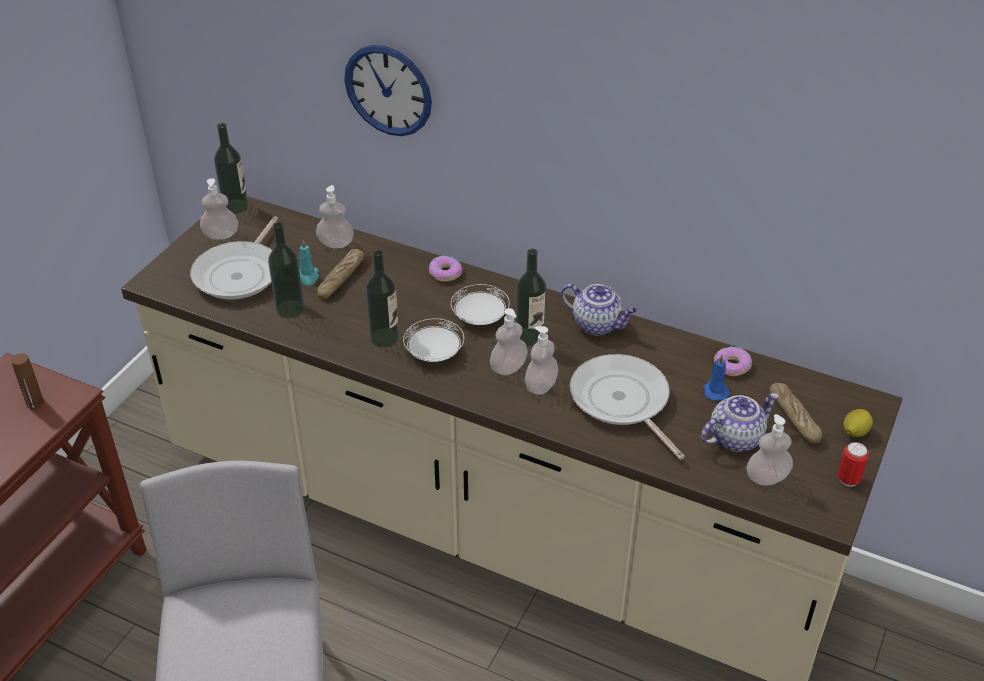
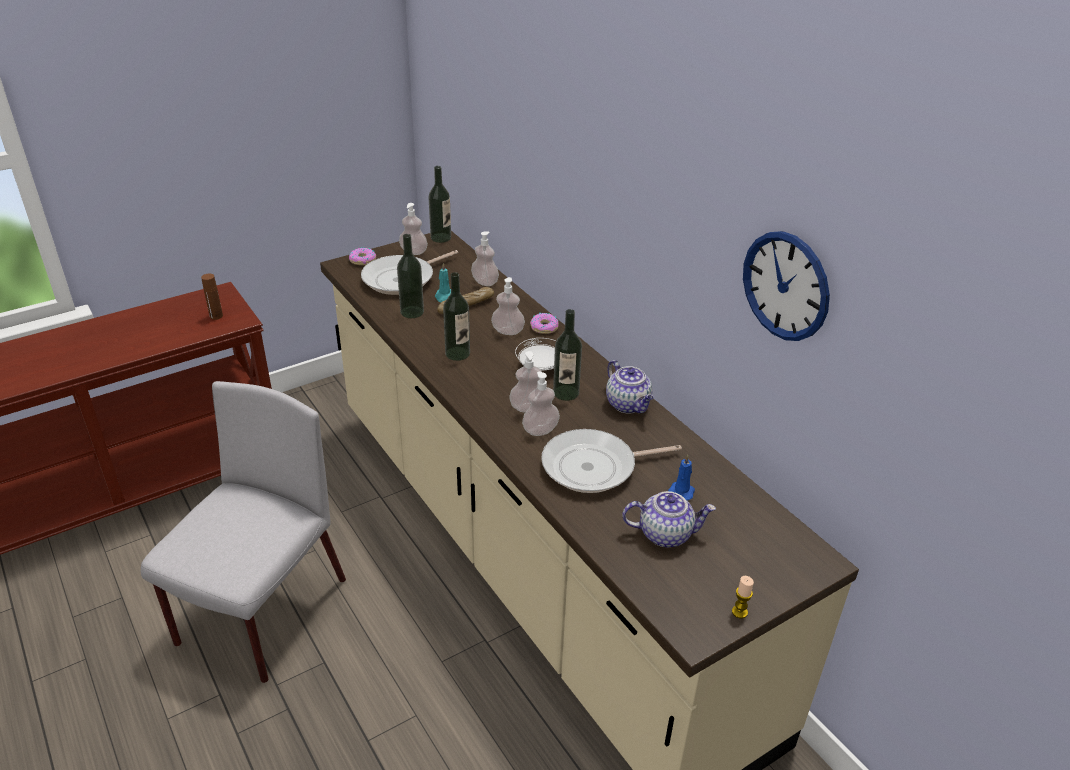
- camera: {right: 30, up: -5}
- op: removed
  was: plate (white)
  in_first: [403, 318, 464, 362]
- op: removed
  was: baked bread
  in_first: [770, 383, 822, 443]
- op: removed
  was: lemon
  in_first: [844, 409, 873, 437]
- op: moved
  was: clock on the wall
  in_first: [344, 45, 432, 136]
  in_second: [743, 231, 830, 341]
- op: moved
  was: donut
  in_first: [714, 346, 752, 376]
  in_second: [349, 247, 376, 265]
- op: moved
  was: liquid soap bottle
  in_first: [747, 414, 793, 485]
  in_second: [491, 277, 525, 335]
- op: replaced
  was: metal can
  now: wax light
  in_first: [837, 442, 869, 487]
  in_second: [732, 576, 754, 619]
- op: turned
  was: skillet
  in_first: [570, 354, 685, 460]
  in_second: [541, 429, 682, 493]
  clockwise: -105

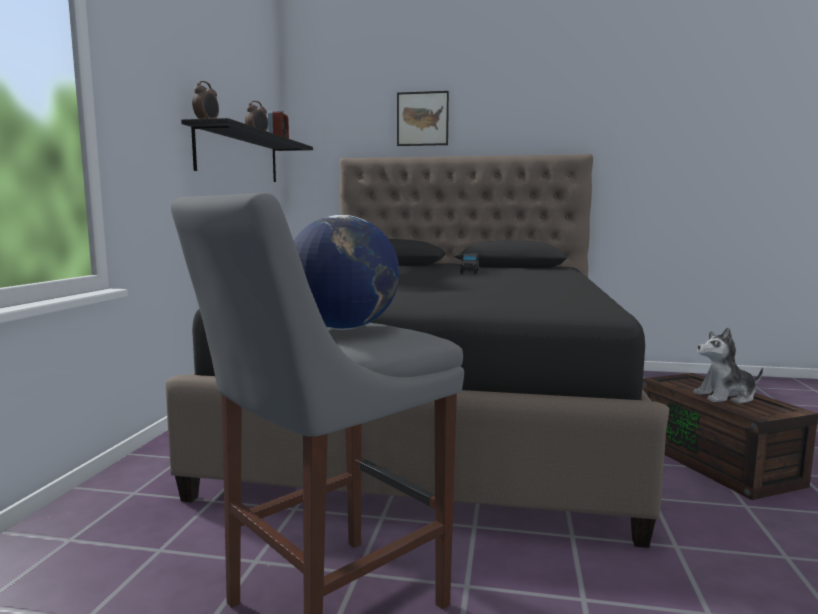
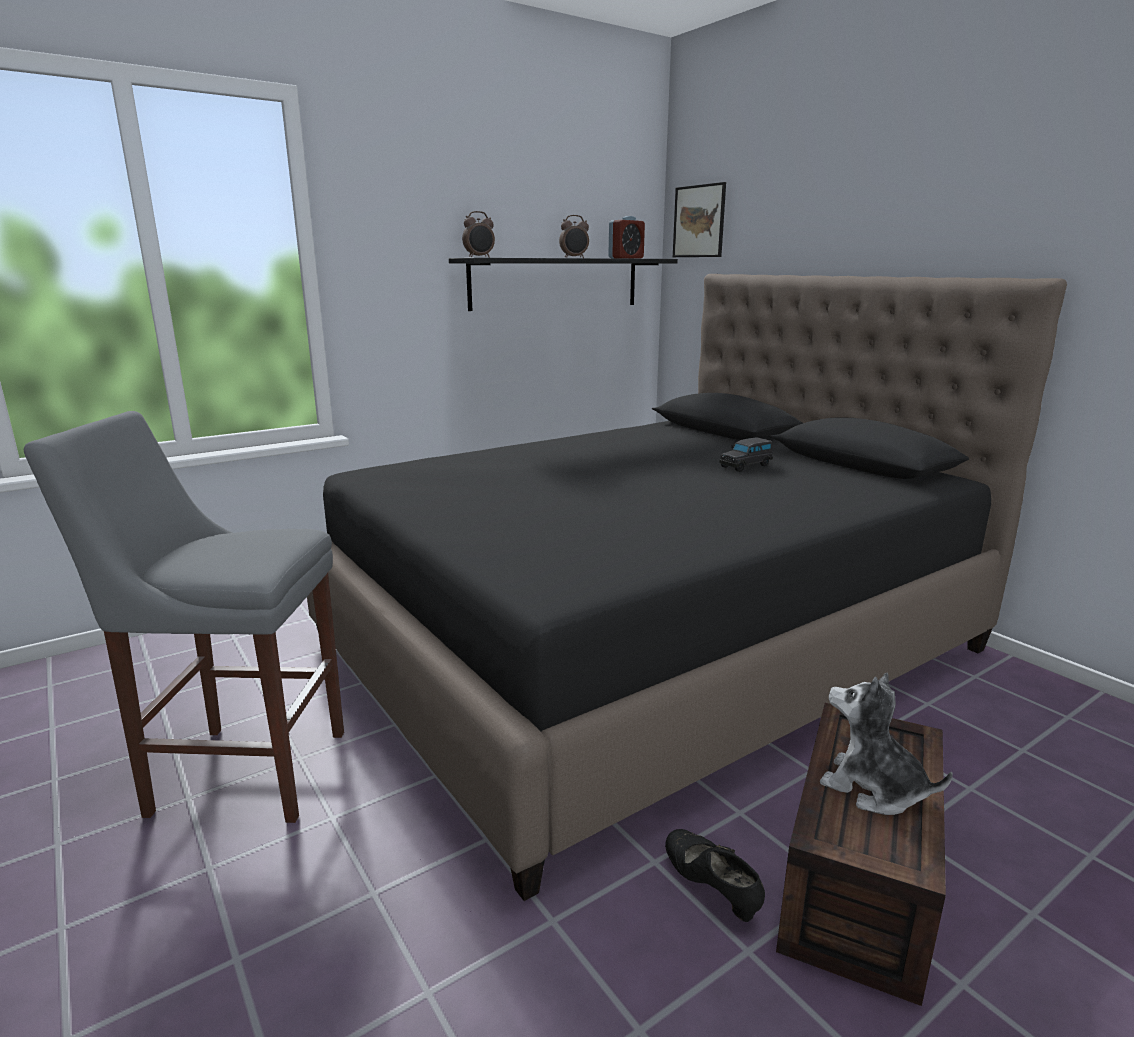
- camera: {right: 45, up: 10}
- op: removed
  was: world globe
  in_first: [294, 215, 399, 330]
- op: added
  now: low shoe (blackish)
  in_second: [665, 829, 765, 922]
- op: moved
  was: picture
  in_first: [397, 91, 449, 146]
  in_second: [673, 182, 726, 257]

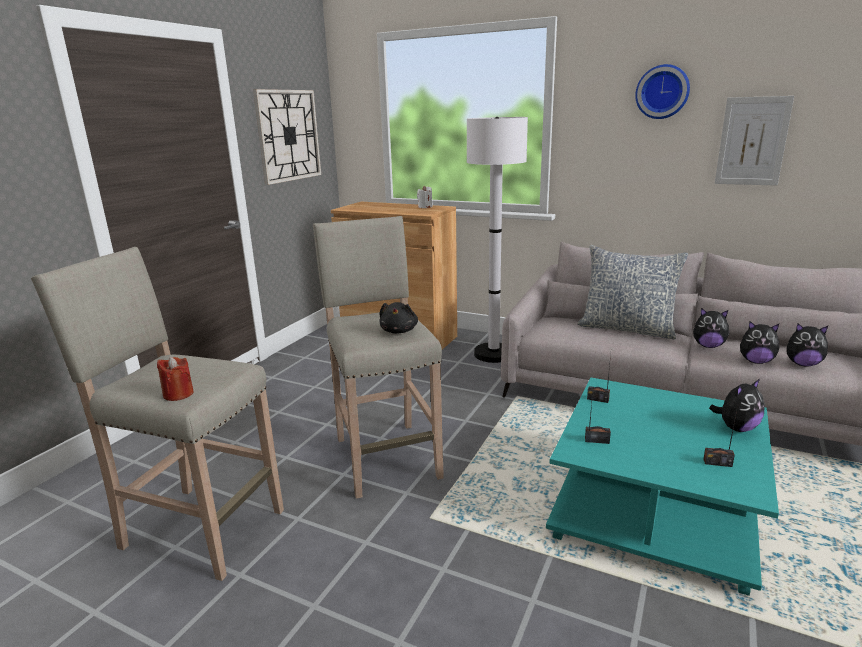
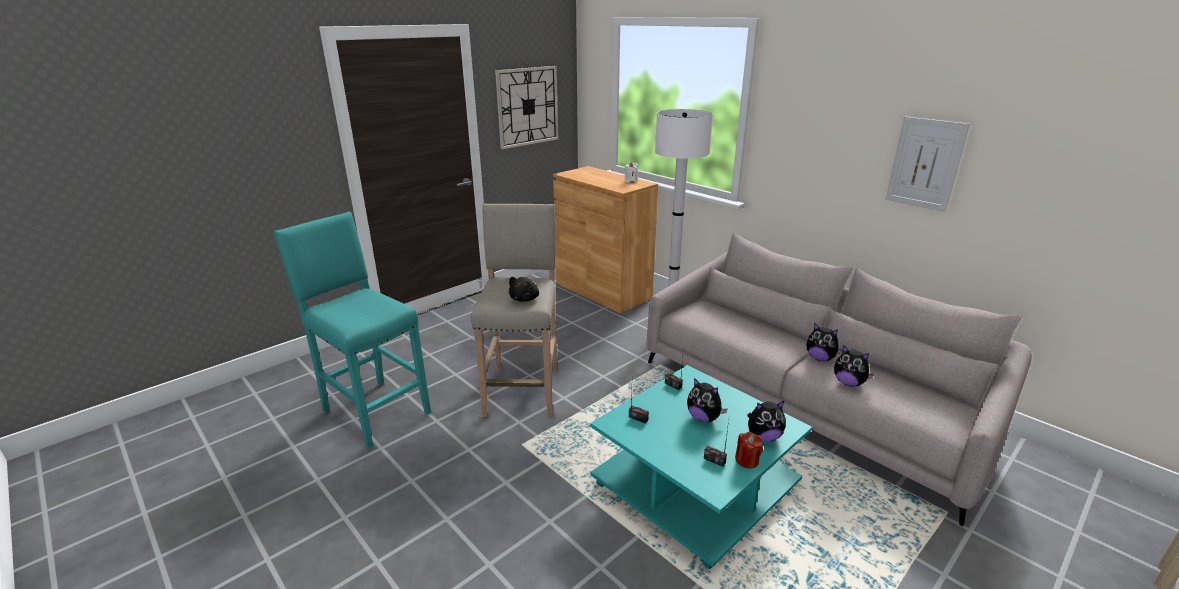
- camera: {right: 20, up: 5}
- op: removed
  was: pillow
  in_first: [577, 245, 688, 339]
- op: removed
  was: clock on the wall
  in_first: [635, 64, 690, 119]
- op: moved
  was: wax light (red-coloured)
  in_first: [157, 357, 194, 401]
  in_second: [735, 432, 763, 469]
- op: moved
  was: plush toy
  in_first: [787, 324, 828, 367]
  in_second: [687, 378, 728, 422]
- op: recoloured
  was: sitting stool (beige-coloured)
  now: sitting stool (turquoise)
  in_first: [31, 247, 284, 581]
  in_second: [273, 212, 431, 449]

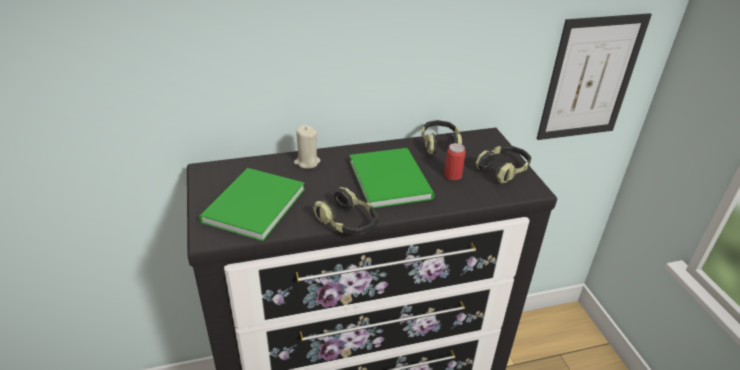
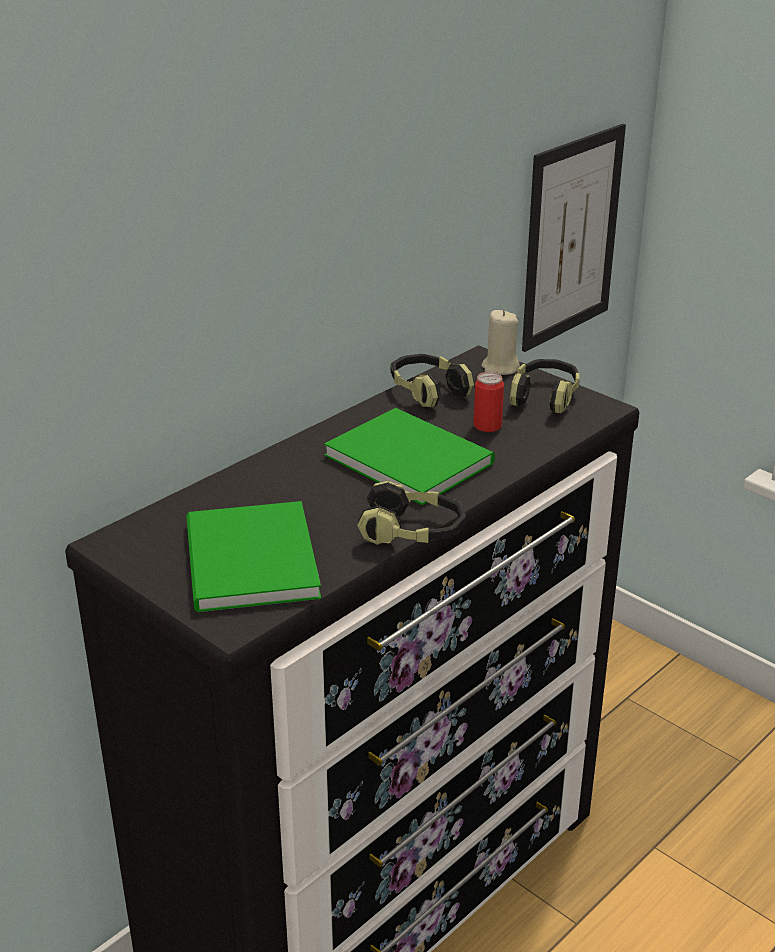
- camera: {right: -30, up: -5}
- op: moved
  was: wax light (beige-coloured)
  in_first: [294, 125, 320, 169]
  in_second: [482, 310, 520, 375]

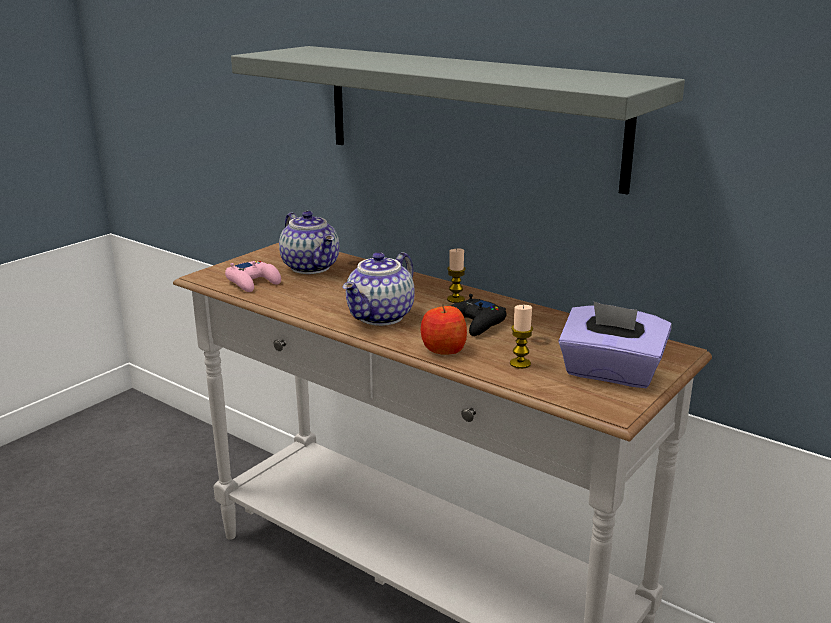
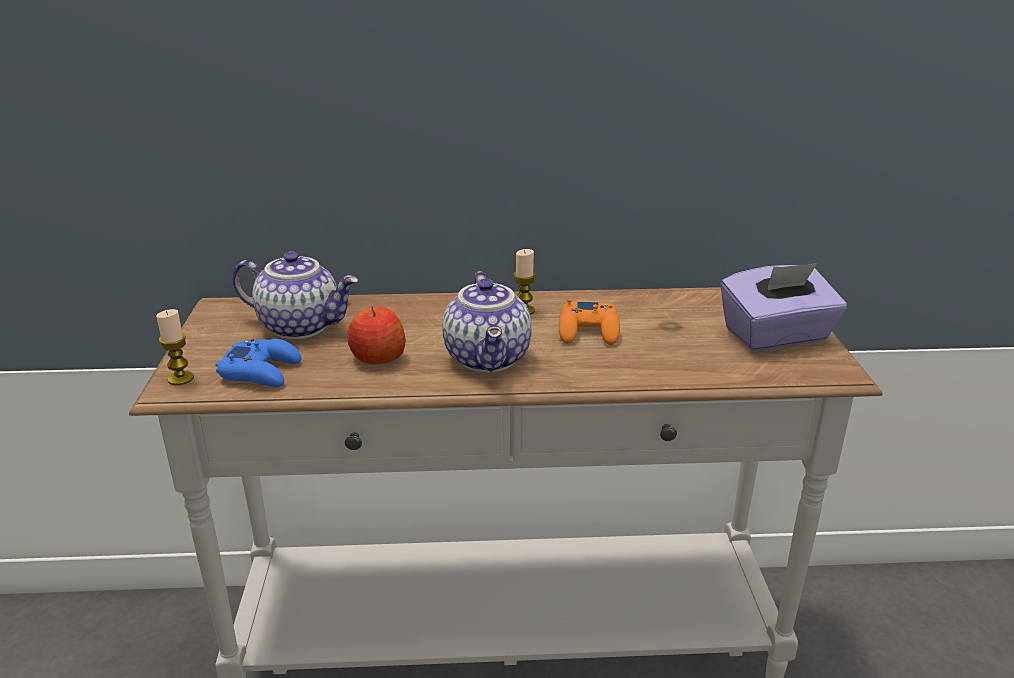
- camera: {right: -40, up: 5}
- op: removed
  was: wall shelf (gray)
  in_first: [231, 46, 685, 195]
- op: moved
  was: apple
  in_first: [421, 304, 467, 355]
  in_second: [347, 306, 406, 365]
- op: moved
  was: wax light
  in_first: [510, 305, 533, 369]
  in_second: [156, 309, 194, 385]
- op: recoloured
  was: game controller (pinkish)
  now: game controller (bluish)
  in_first: [225, 261, 281, 292]
  in_second: [215, 339, 301, 387]
- op: recoloured
  was: game controller (blackish)
  now: game controller (orange)
  in_first: [451, 294, 506, 336]
  in_second: [559, 298, 620, 345]

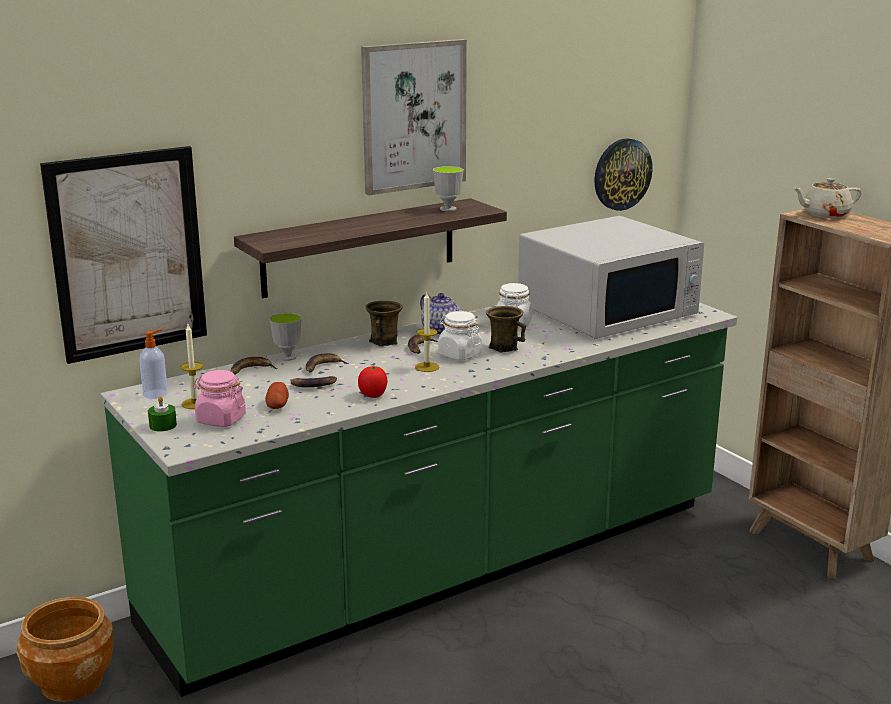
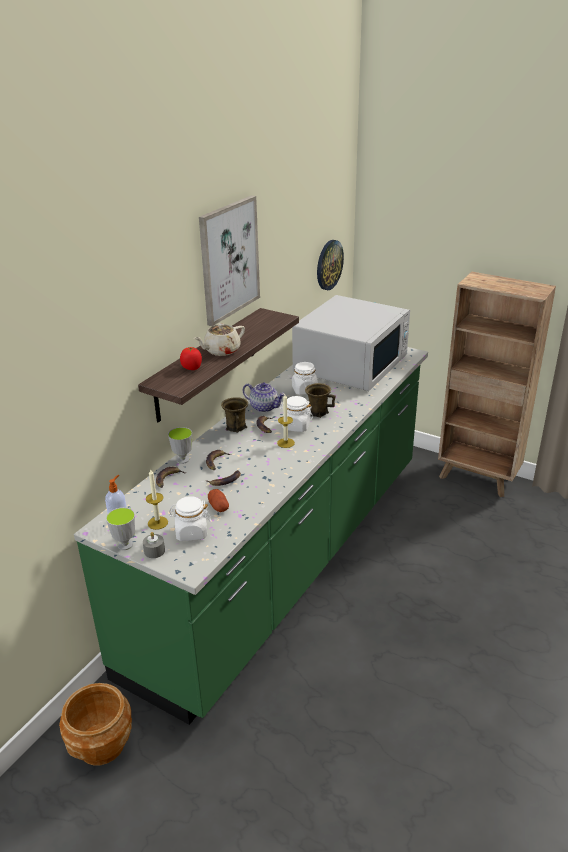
- camera: {right: -25, up: 10}
- op: removed
  was: picture
  in_first: [40, 146, 207, 364]
- op: moved
  was: whole tomato
  in_first: [358, 366, 388, 398]
  in_second: [180, 347, 202, 370]
- op: moved
  was: small cup
  in_first: [433, 166, 464, 211]
  in_second: [106, 507, 135, 550]
- op: moved
  was: tea pot (beige-coloured)
  in_first: [793, 178, 862, 218]
  in_second: [194, 323, 245, 356]
- op: recoloured
  was: wax light (green-coloured)
  now: wax light (gray)
  in_first: [148, 396, 177, 432]
  in_second: [143, 532, 165, 558]
- op: recoloured
  was: preserve jar (pinkish)
  now: preserve jar (white)
  in_first: [193, 370, 246, 427]
  in_second: [169, 496, 211, 541]

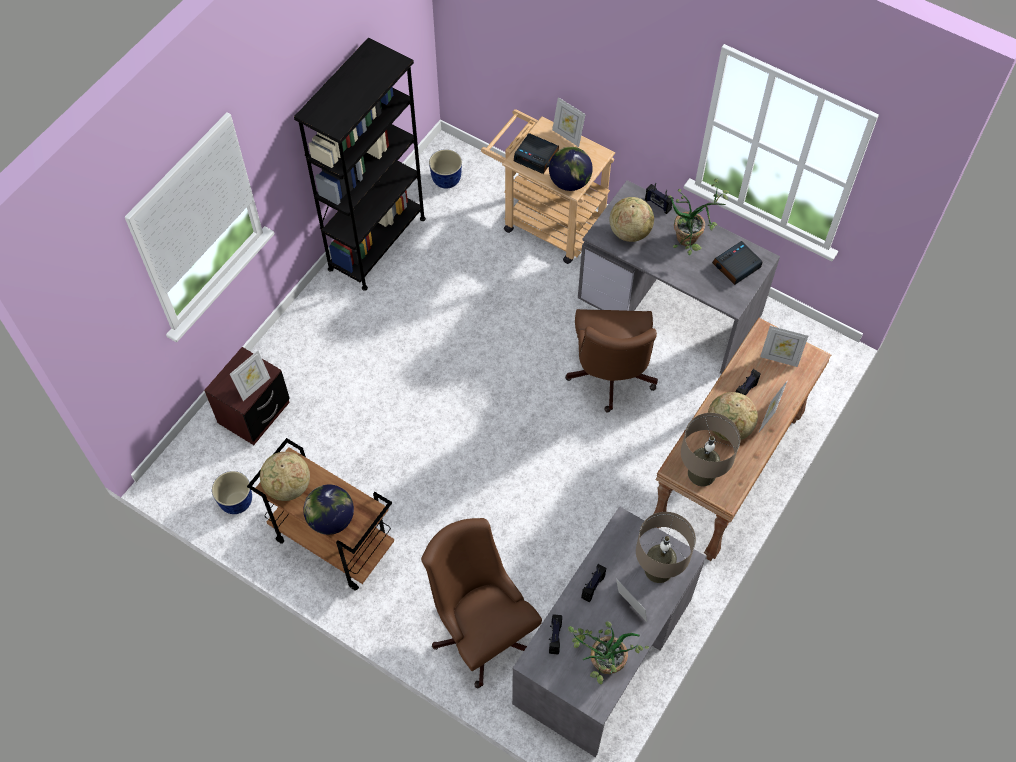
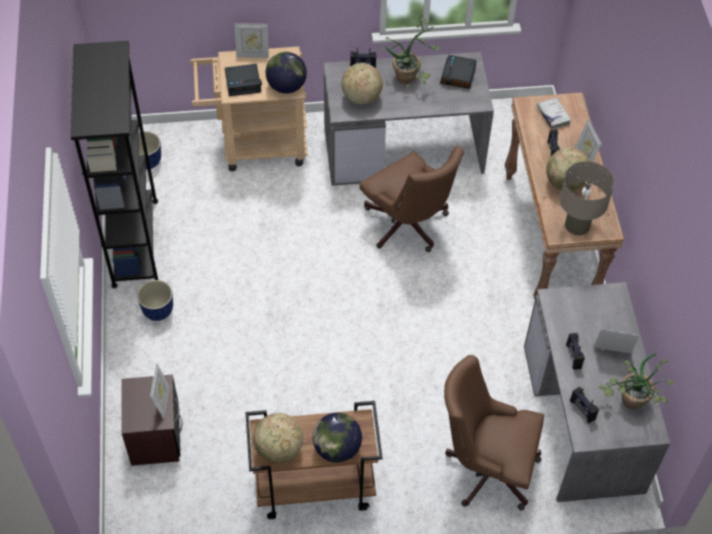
- camera: {right: -40, up: -5}
- op: removed
  was: tabletop lamp (beige-coloured)
  in_first: [636, 512, 696, 583]
- op: moved
  was: flower pot
  in_first: [212, 471, 252, 514]
  in_second: [137, 280, 173, 321]
- op: replaced
  was: standing frame
  now: bound book (white)
  in_first: [760, 326, 808, 367]
  in_second: [537, 97, 571, 129]

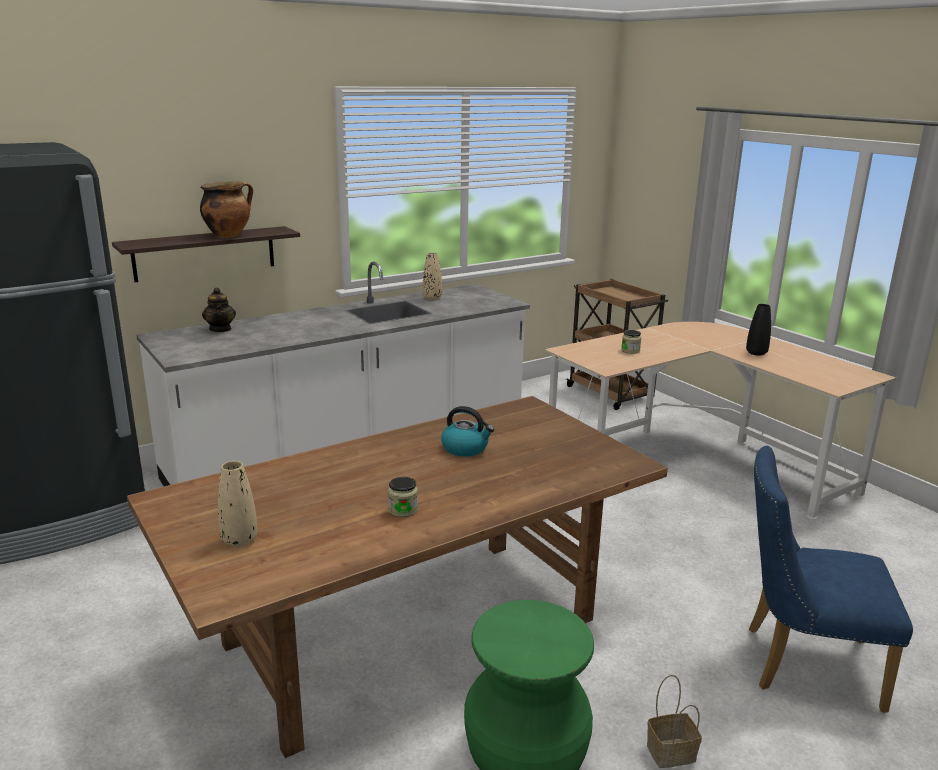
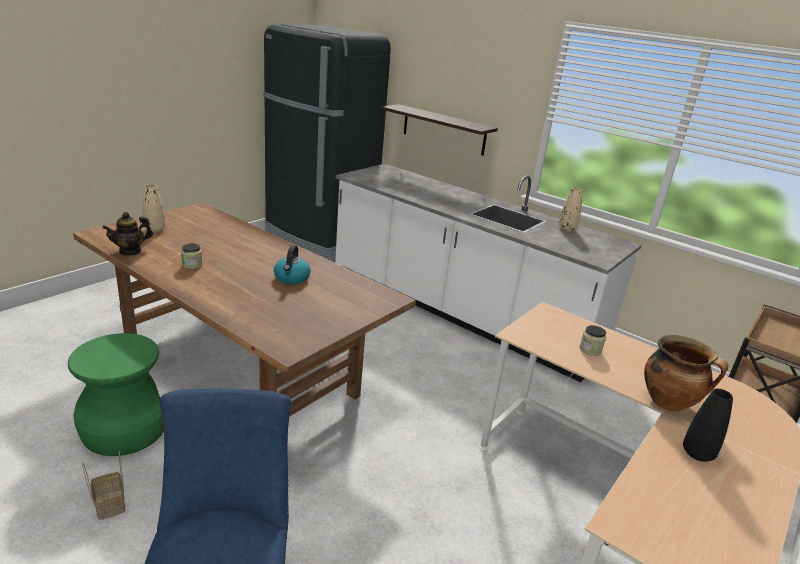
- camera: {right: 70, up: 5}
- op: moved
  was: stockpot
  in_first: [200, 181, 253, 238]
  in_second: [644, 335, 728, 412]
- op: moved
  was: tea pot
  in_first: [202, 287, 236, 332]
  in_second: [103, 212, 153, 256]

